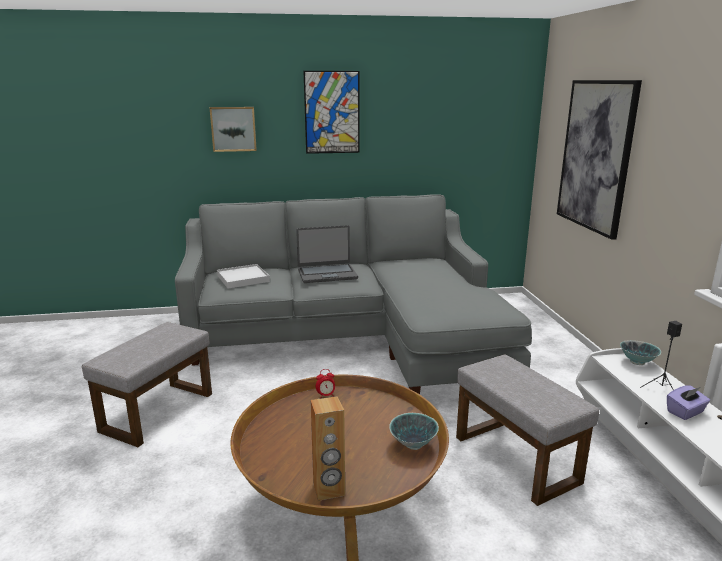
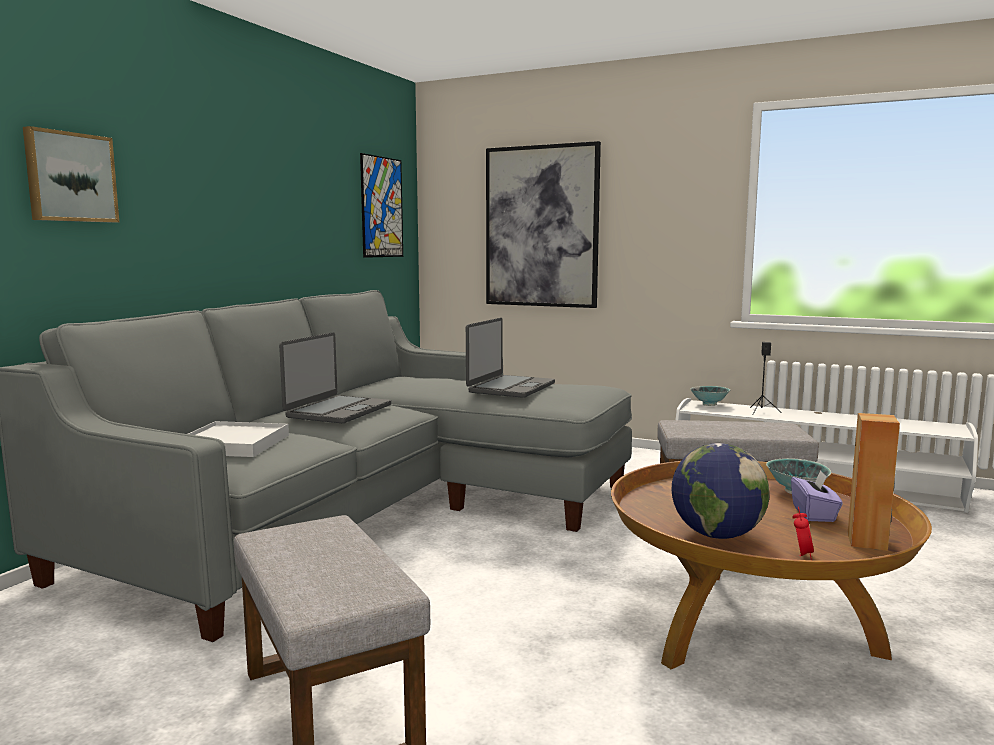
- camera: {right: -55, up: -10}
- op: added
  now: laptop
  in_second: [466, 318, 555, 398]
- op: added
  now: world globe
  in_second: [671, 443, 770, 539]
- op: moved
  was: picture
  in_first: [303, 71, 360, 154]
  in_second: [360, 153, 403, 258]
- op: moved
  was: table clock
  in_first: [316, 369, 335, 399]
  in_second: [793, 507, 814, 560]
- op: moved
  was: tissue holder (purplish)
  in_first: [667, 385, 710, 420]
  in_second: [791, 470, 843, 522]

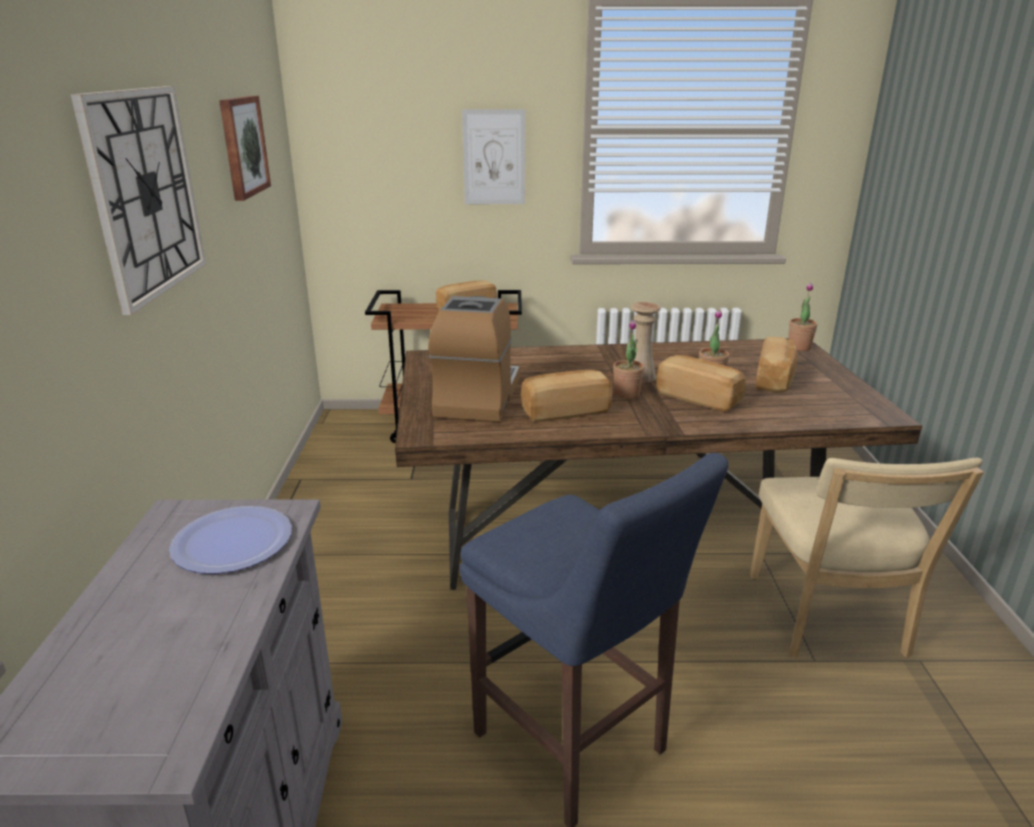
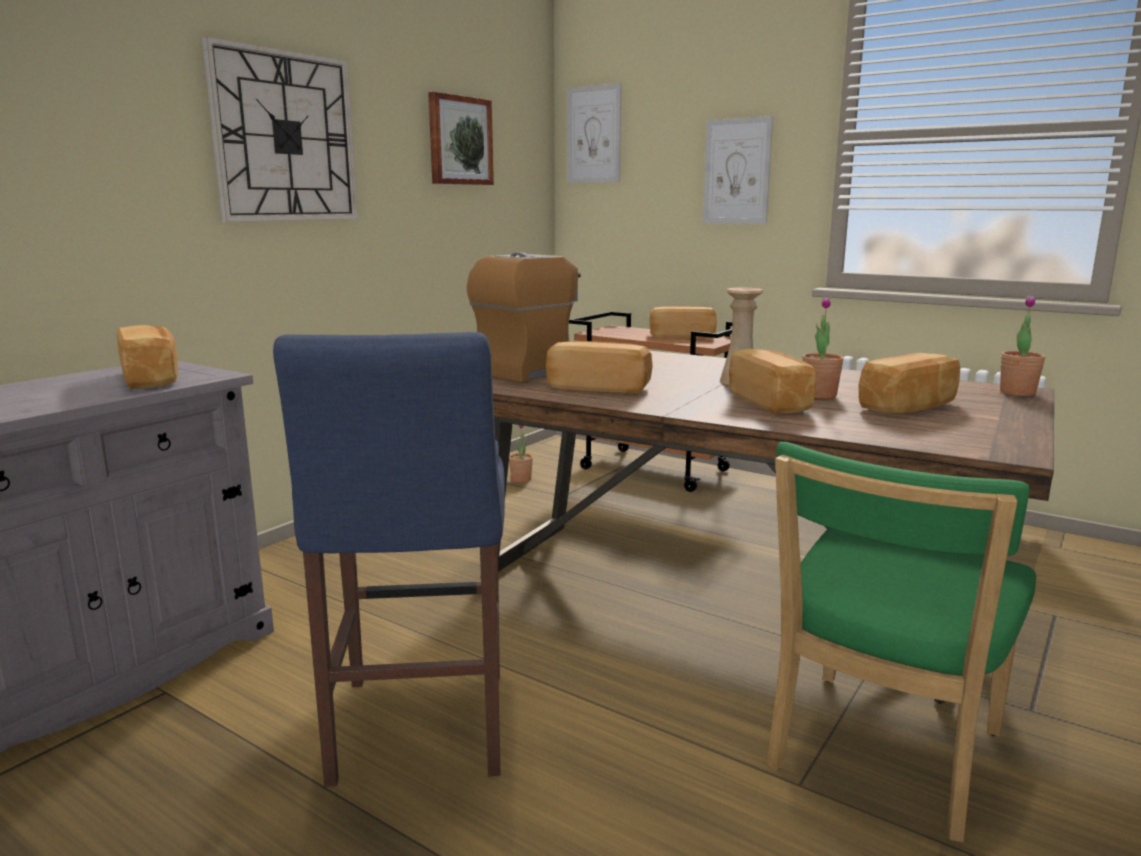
- camera: {right: 35, up: -10}
- op: added
  now: picture
  in_second: [567, 83, 622, 183]
- op: moved
  was: plant in a pot
  in_first: [613, 320, 645, 399]
  in_second: [509, 425, 533, 483]
- op: replaced
  was: plate
  now: baked bread
  in_first: [169, 506, 292, 574]
  in_second: [117, 325, 178, 389]
- op: recoloured
  was: chair (beige-coloured)
  now: chair (green-coloured)
  in_first: [750, 458, 984, 658]
  in_second: [767, 442, 1036, 842]

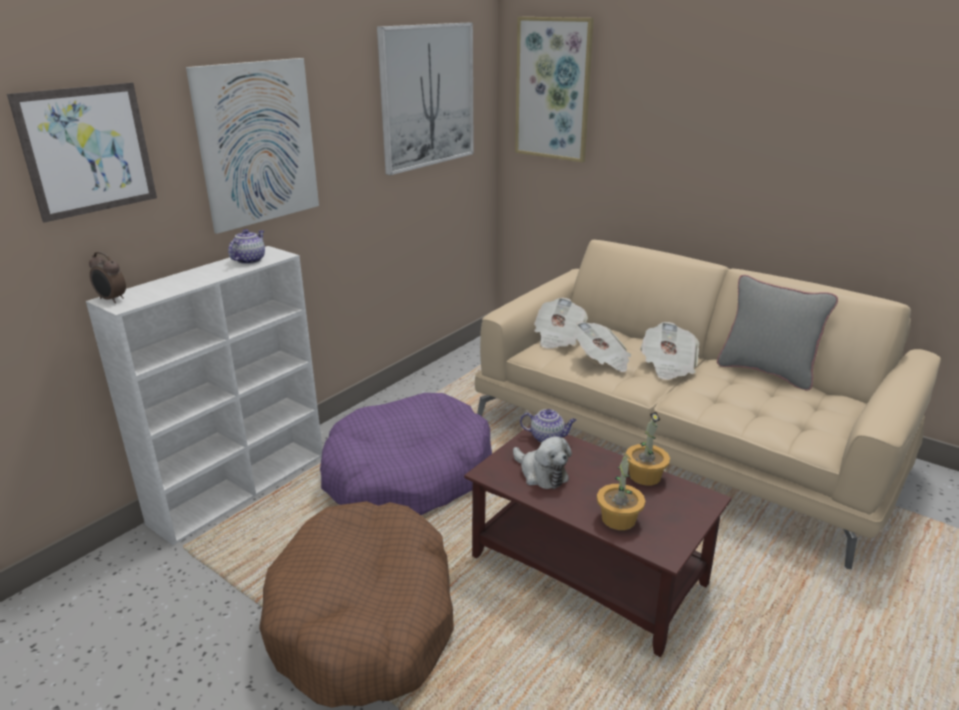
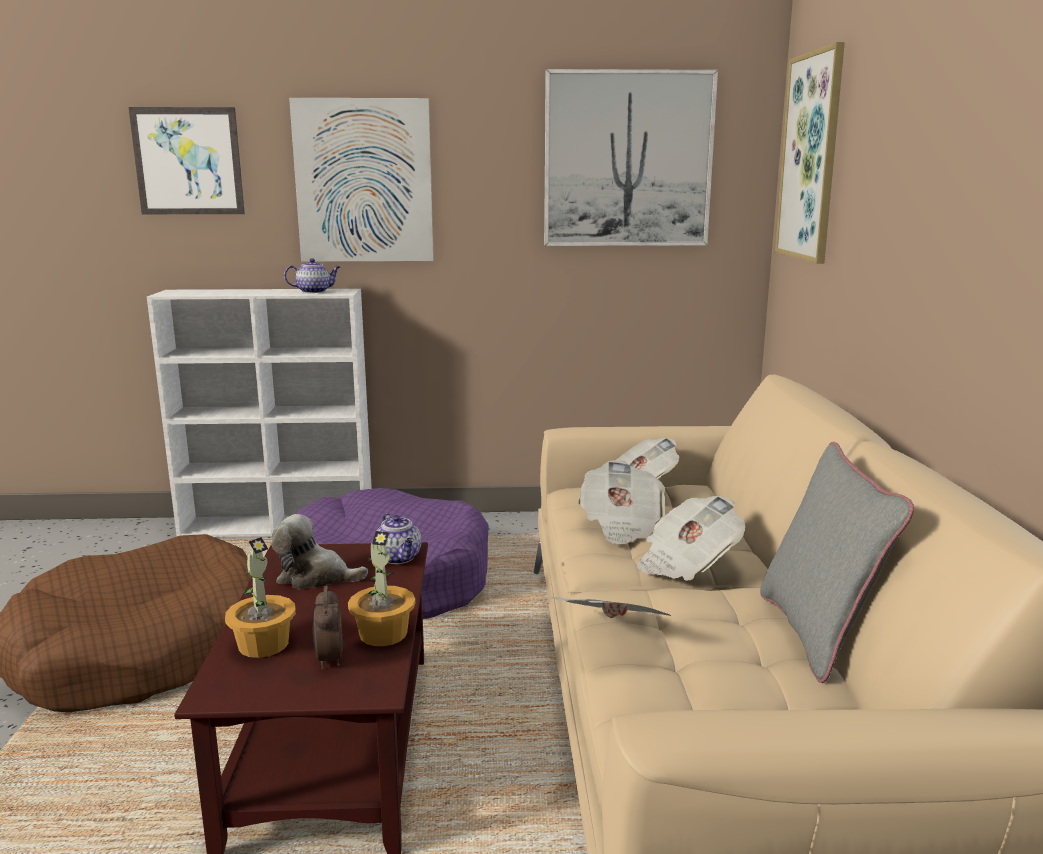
- camera: {right: 50, up: -10}
- op: added
  now: newspaper
  in_second: [552, 597, 672, 618]
- op: moved
  was: table clock
  in_first: [89, 252, 126, 303]
  in_second: [313, 586, 343, 670]
- op: turned
  was: plush toy
  in_first: [513, 436, 572, 489]
  in_second: [272, 514, 368, 589]
  clockwise: 90

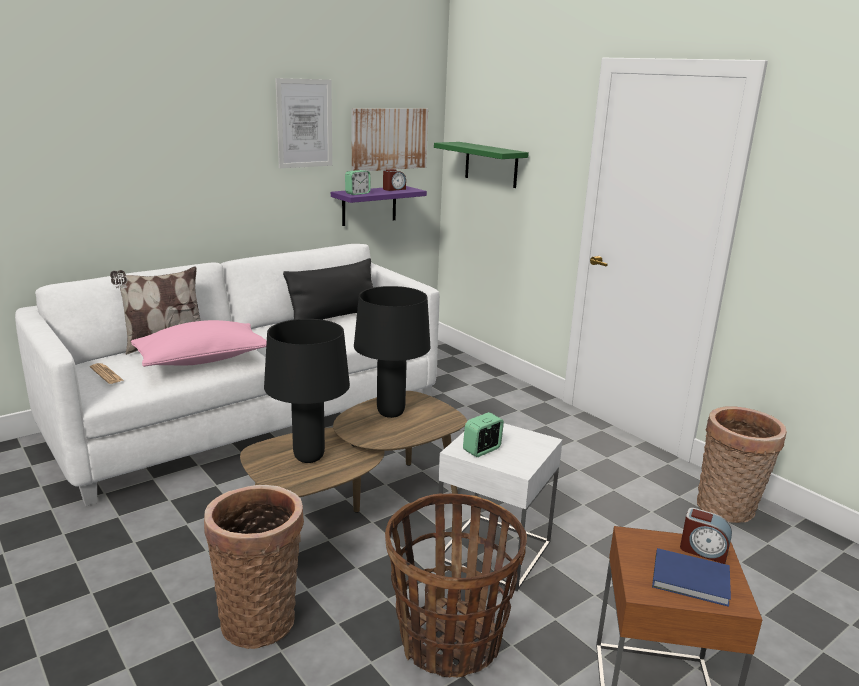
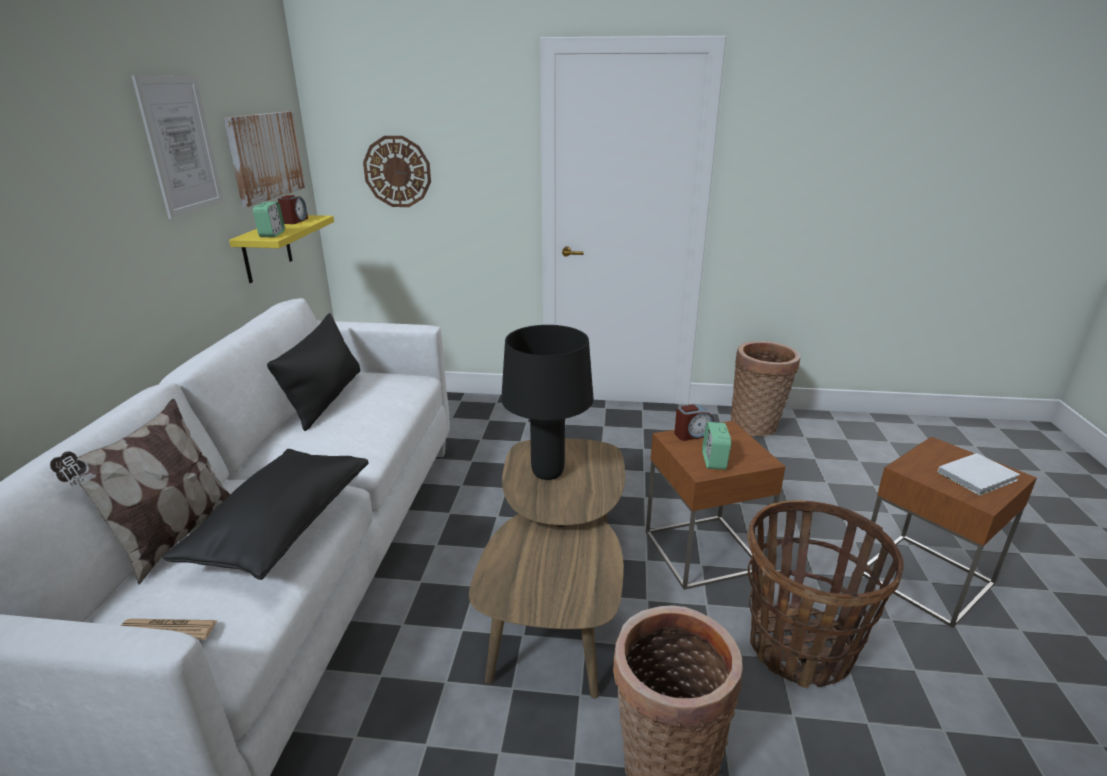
- camera: {right: -45, up: 5}
- op: removed
  was: tabletop lamp (blackish)
  in_first: [264, 319, 350, 463]
- op: moved
  was: table clock
  in_first: [680, 508, 732, 564]
  in_second: [674, 404, 714, 441]
- op: replaced
  was: wall shelf (green-coloured)
  now: clock on the wall
  in_first: [434, 142, 529, 188]
  in_second: [363, 136, 431, 207]
- op: recoloured
  was: pillow (pinkish)
  now: pillow (blackish)
  in_first: [131, 320, 267, 367]
  in_second: [162, 449, 369, 580]
- op: recoloured
  was: wall shelf (purplish)
  now: wall shelf (yellow-coloured)
  in_first: [331, 186, 427, 226]
  in_second: [229, 215, 334, 283]
- op: recoloured
  was: side table (white)
  now: side table (brown)
  in_first: [439, 423, 563, 591]
  in_second: [646, 421, 785, 590]
- op: recoloured
  was: bound book (bluish)
  now: bound book (white)
  in_first: [652, 548, 731, 607]
  in_second: [937, 453, 1020, 496]

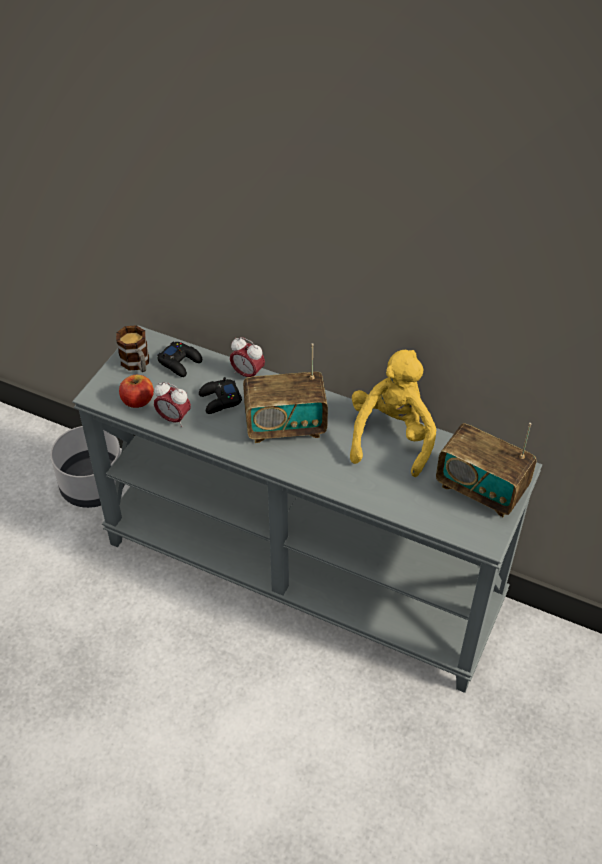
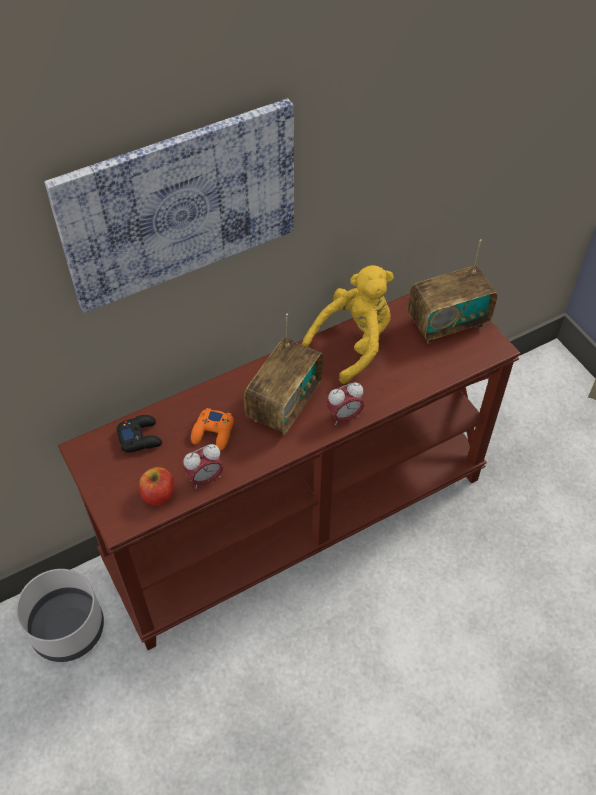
- camera: {right: -55, up: 5}
- op: removed
  was: tea mug
  in_first: [116, 325, 149, 372]
- op: added
  now: picture
  in_second: [44, 98, 294, 313]
- op: moved
  was: table clock
  in_first: [230, 337, 265, 377]
  in_second: [326, 383, 365, 425]
- op: recoloured
  was: hall table (gray)
  now: hall table (brown)
  in_first: [72, 325, 542, 693]
  in_second: [58, 294, 521, 650]
- op: recoloured
  was: game controller (blackish)
  now: game controller (orange)
  in_first: [199, 377, 242, 414]
  in_second: [191, 408, 234, 450]
- op: turned
  was: plush toy (yellow-coloured)
  in_first: [350, 350, 436, 477]
  in_second: [302, 265, 394, 384]
  clockwise: 90

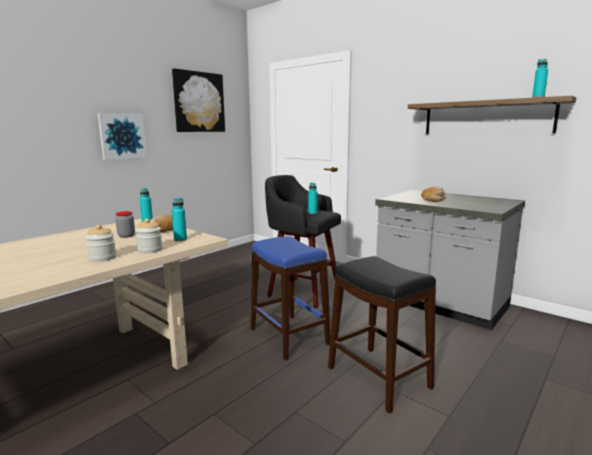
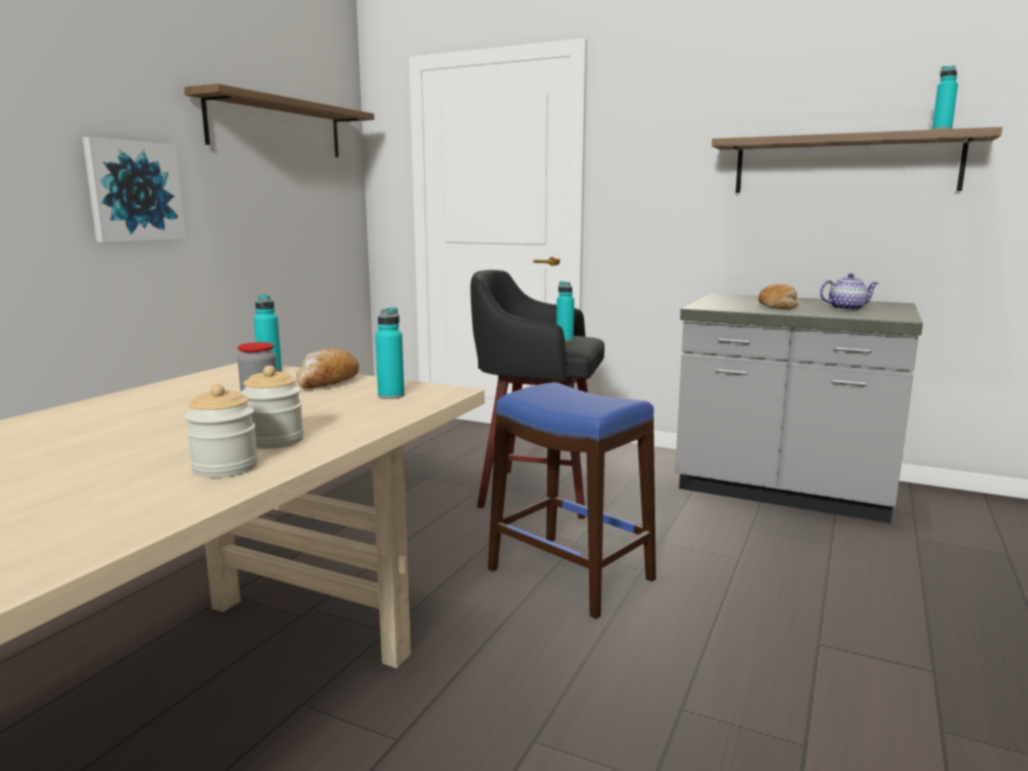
- camera: {right: -15, up: 0}
- op: removed
  was: sitting stool (blackish)
  in_first: [328, 256, 436, 414]
- op: added
  now: tea pot
  in_second: [820, 273, 878, 310]
- op: moved
  was: preserve jar
  in_first: [135, 218, 162, 253]
  in_second: [185, 384, 258, 478]
- op: replaced
  was: picture
  now: wall shelf
  in_first: [172, 68, 225, 132]
  in_second: [184, 84, 374, 157]

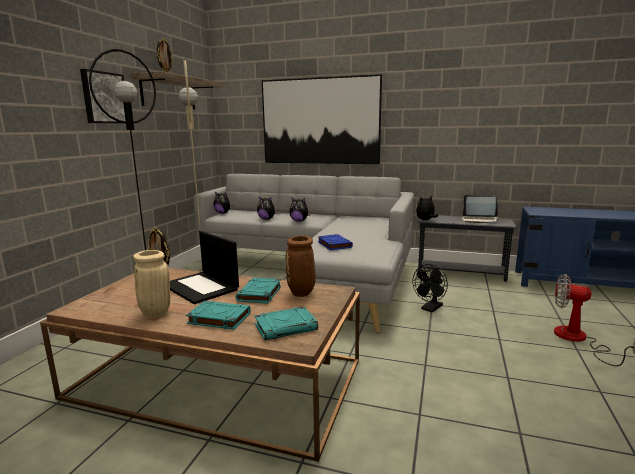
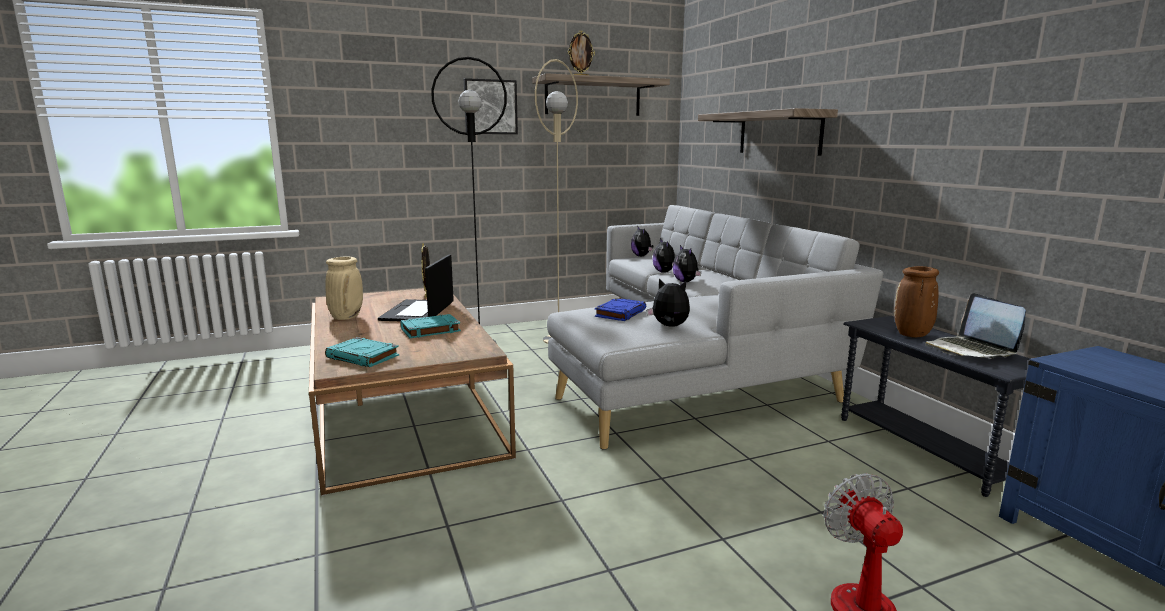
- camera: {right: 50, up: 0}
- op: removed
  was: bound book (turquoise)
  in_first: [186, 301, 251, 330]
- op: removed
  was: cooling fan (blackish)
  in_first: [413, 264, 448, 313]
- op: moved
  was: vase (brown)
  in_first: [286, 236, 316, 297]
  in_second: [894, 266, 939, 338]
- op: moved
  was: plush toy
  in_first: [416, 195, 438, 220]
  in_second: [647, 278, 690, 327]
- op: replaced
  was: picture
  now: wall shelf
  in_first: [262, 74, 382, 164]
  in_second: [698, 108, 838, 156]

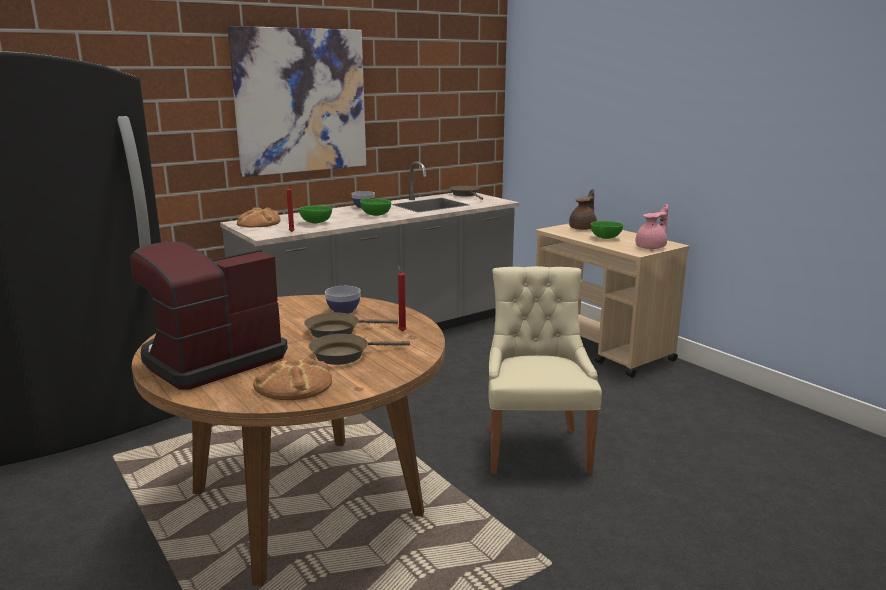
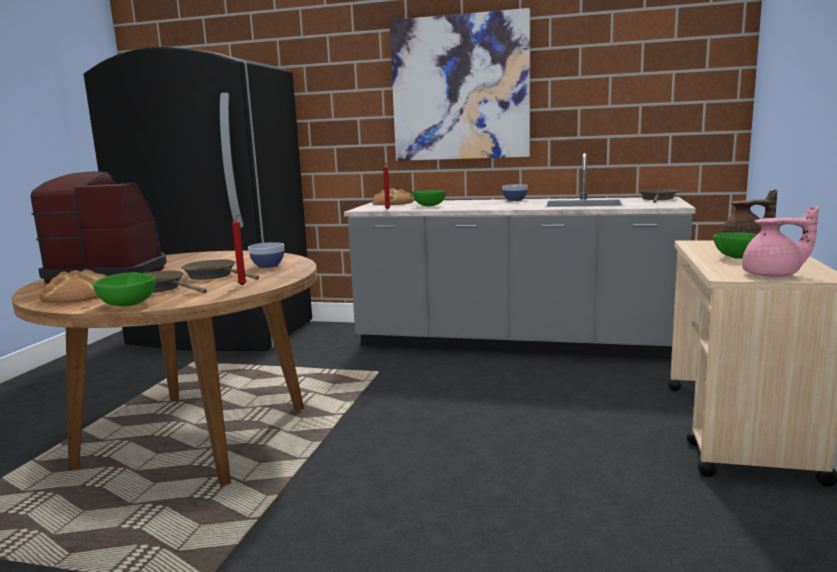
- camera: {right: 50, up: -5}
- op: removed
  was: chair (beige-coloured)
  in_first: [488, 266, 602, 474]
- op: moved
  was: deep dish (green-coloured)
  in_first: [360, 198, 391, 216]
  in_second: [93, 272, 156, 306]

